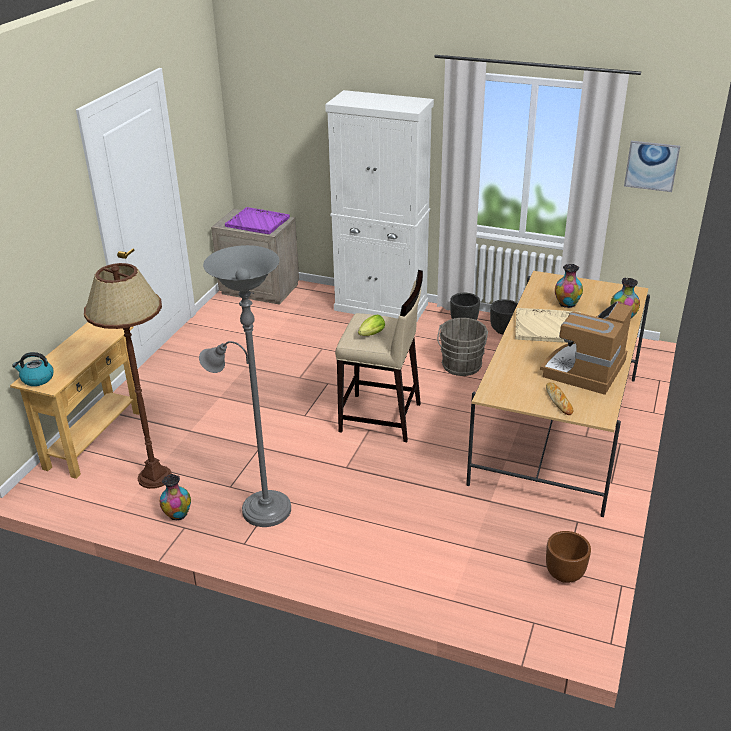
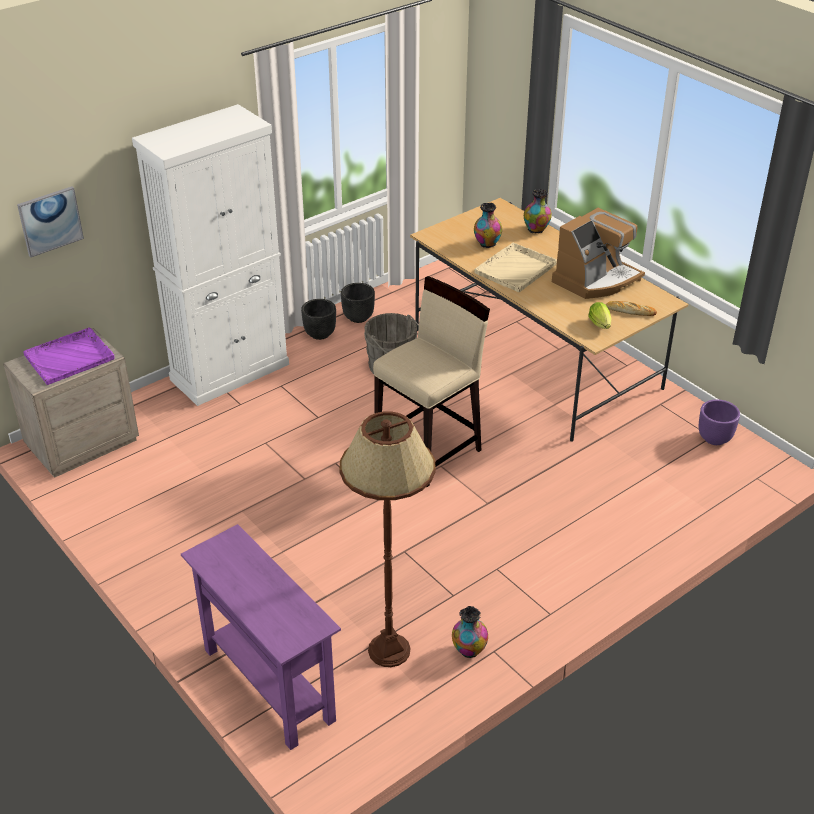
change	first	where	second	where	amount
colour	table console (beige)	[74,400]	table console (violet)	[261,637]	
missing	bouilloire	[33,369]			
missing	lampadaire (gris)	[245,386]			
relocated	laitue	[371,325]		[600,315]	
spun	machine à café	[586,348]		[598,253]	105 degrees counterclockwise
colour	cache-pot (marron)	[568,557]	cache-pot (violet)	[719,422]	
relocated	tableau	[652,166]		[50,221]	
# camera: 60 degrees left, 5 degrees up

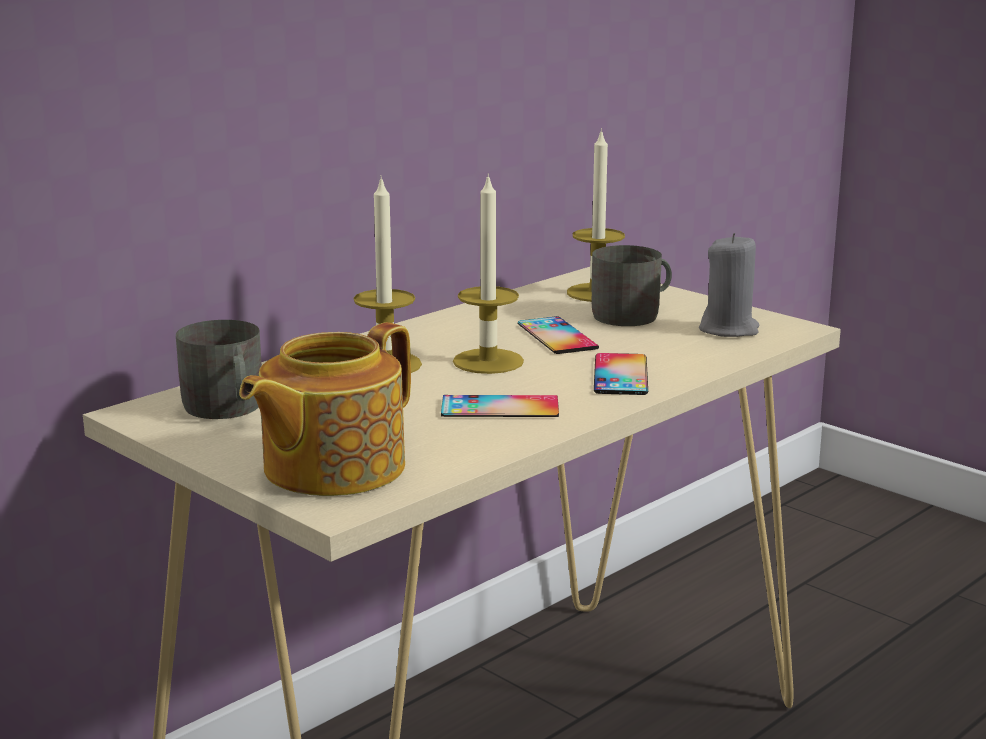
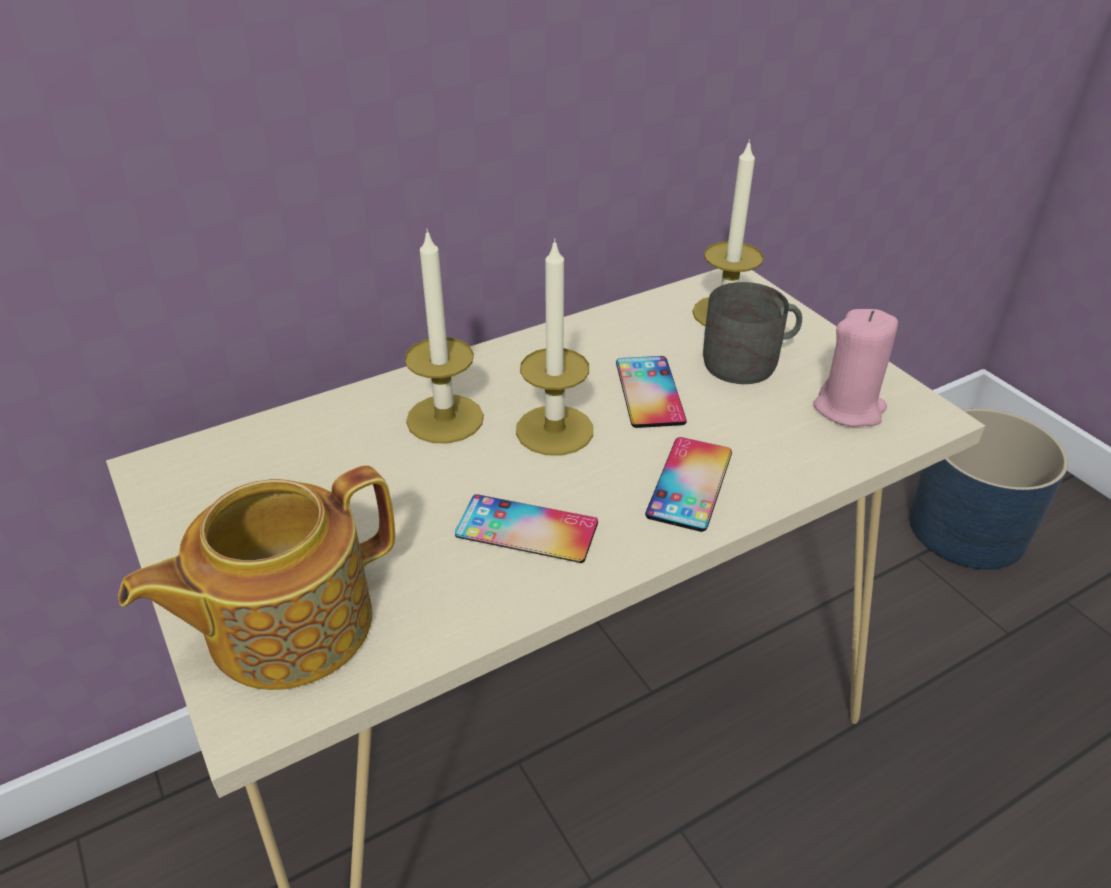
change	first	where	second	where	amount
missing	mug (gris)	[219,369]			
colour	bougie (gris)	[729,285]	bougie (rose)	[855,368]	
appeared			cache-pot (bleu)	[988,488]	
# camera: 15 degrees right, 20 degrees up

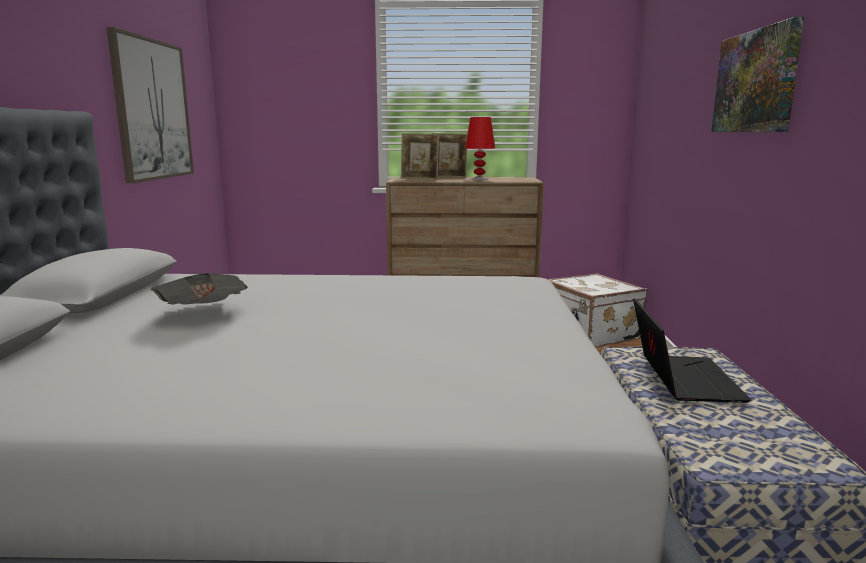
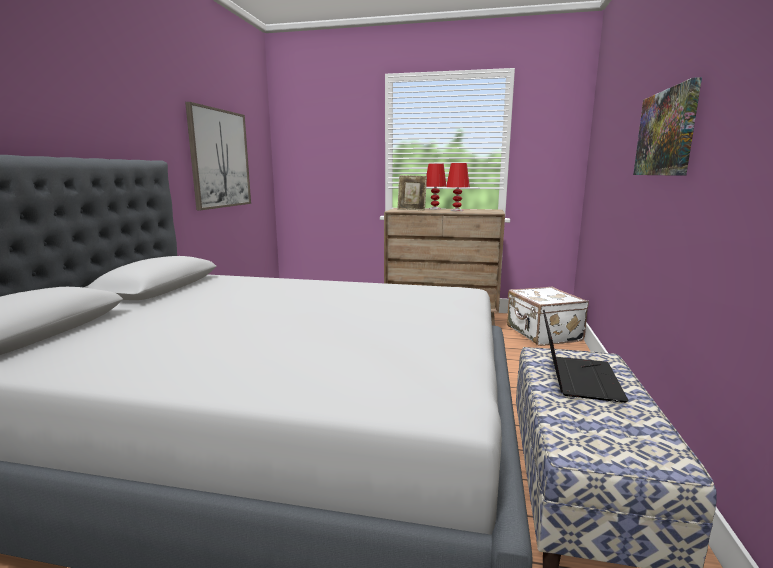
change	first	where	second	where	amount
missing	journal	[199,289]			
exchanged	cadre photo	[449,155]	lampe de table (rouge)	[436,186]	
# camera: 10 degrees right, 0 degrees up

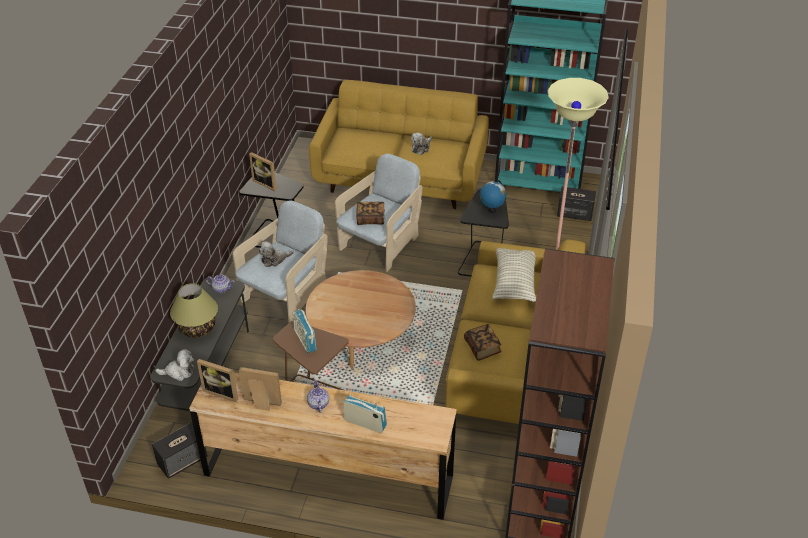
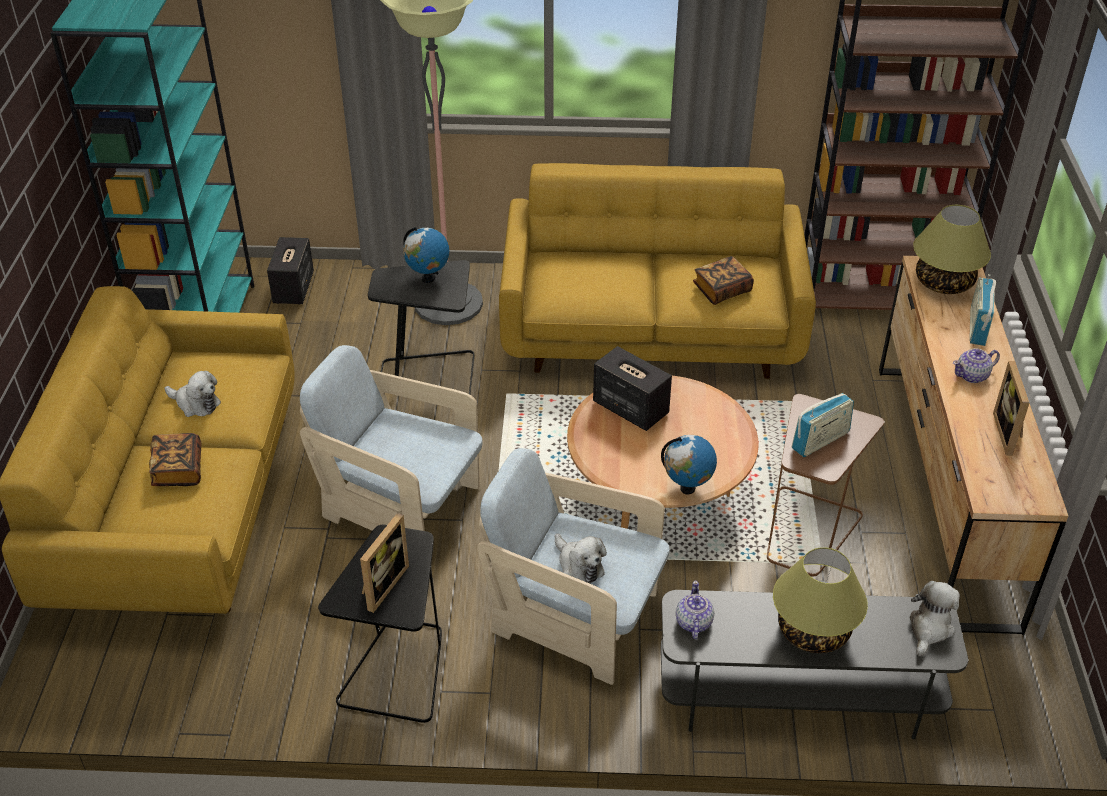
change	first	where	second	where	amount
relocated	enceinte	[179,450]		[632,388]	
spun	peluche	[174,365]		[935,618]	45 degrees clockwise
missing	cadre photo	[217,380]			
relocated	livre	[370,213]		[175,459]	
missing	coussin	[514,275]			
appeared			globe	[689,465]	
appeared			lampe de table	[952,249]	
# camera: 100 degrees left, 0 degrees up

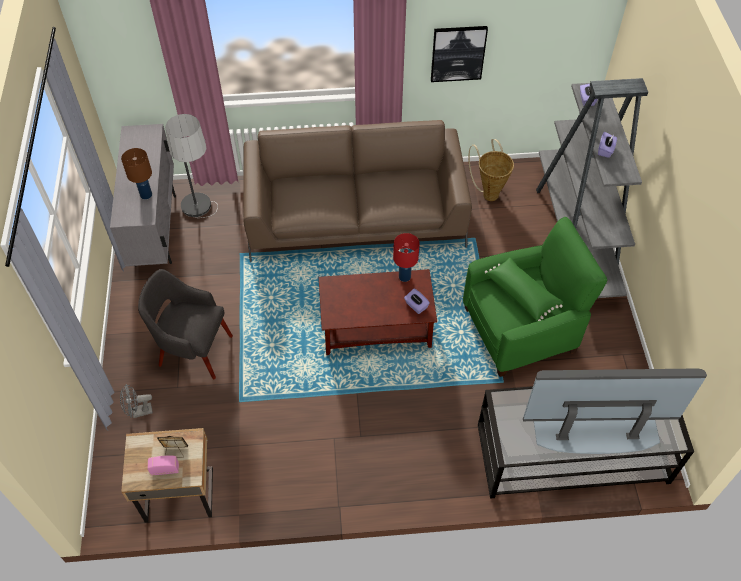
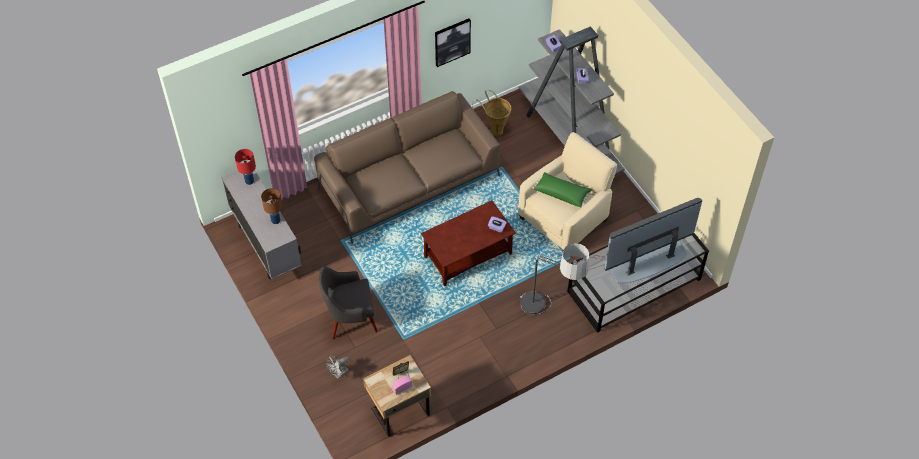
change	first	where	second	where	amount
relocated	lampadaire	[191,166]		[554,278]	
relocated	lampe de table (rouge)	[406,257]		[245,167]	
colour	fauteuil (vert)	[535,297]	fauteuil (beige)	[567,191]	
# camera: 25 degrees left, 0 degrees up

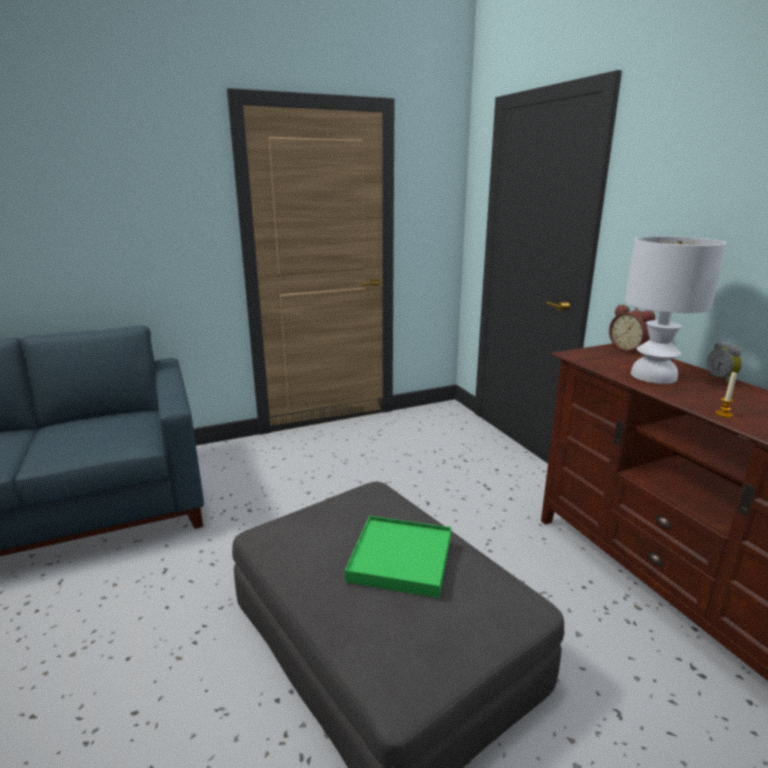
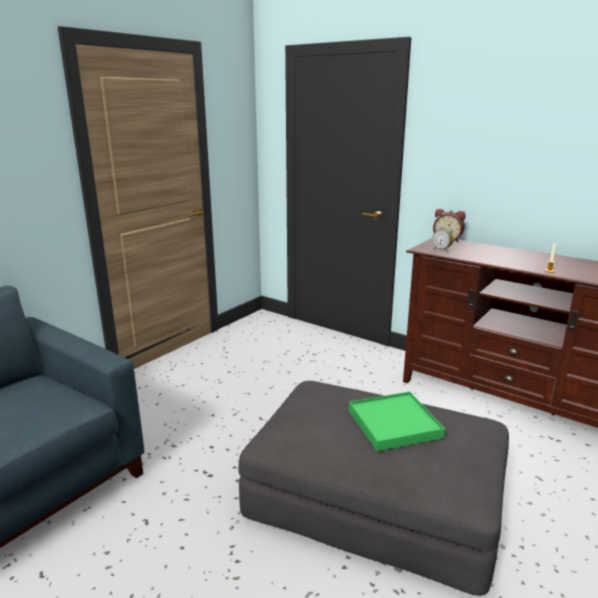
change	first	where	second	where	amount
missing	lampe de table (blanc)	[675,310]			
relocated	réveil	[724,362]		[443,239]	
# camera: 30 degrees left, 0 degrees up

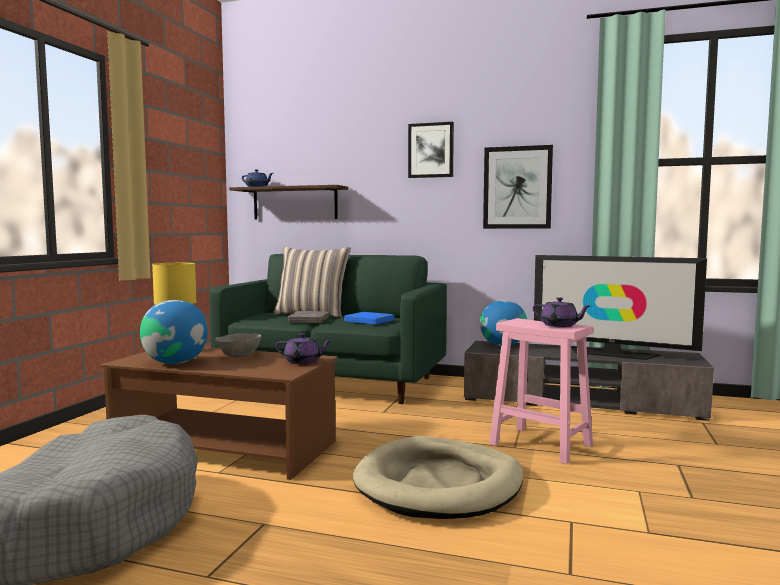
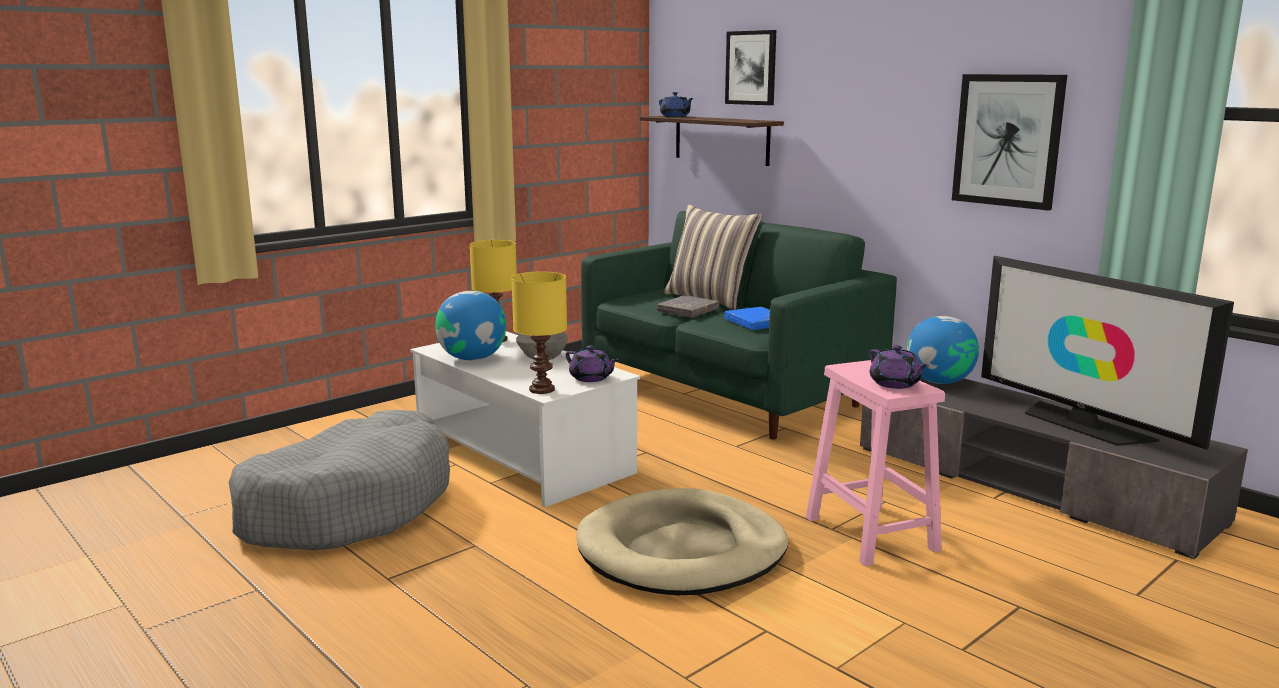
change	first	where	second	where	amount
colour	table basse (marron)	[219,413]	table basse (blanc)	[525,419]	
relocated	tableau	[431,150]		[750,67]	
appeared			lampe de table (jaune)	[539,333]	
# camera: 30 degrees right, 10 degrees up

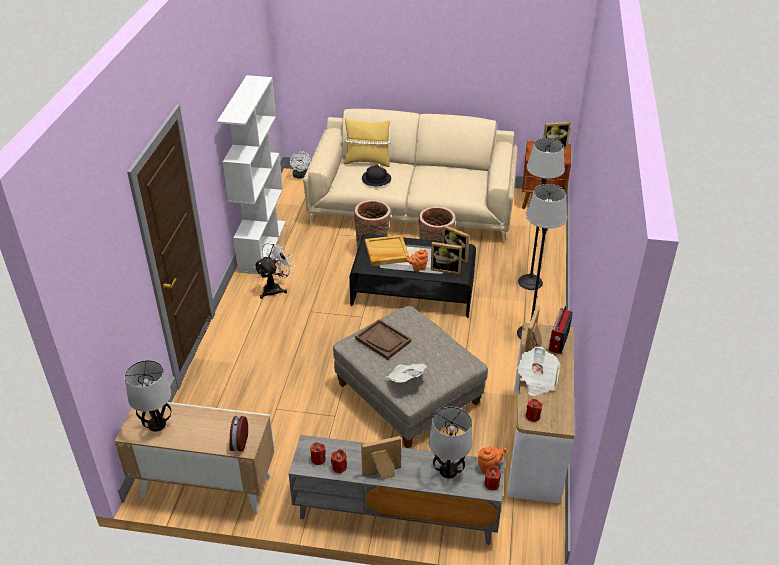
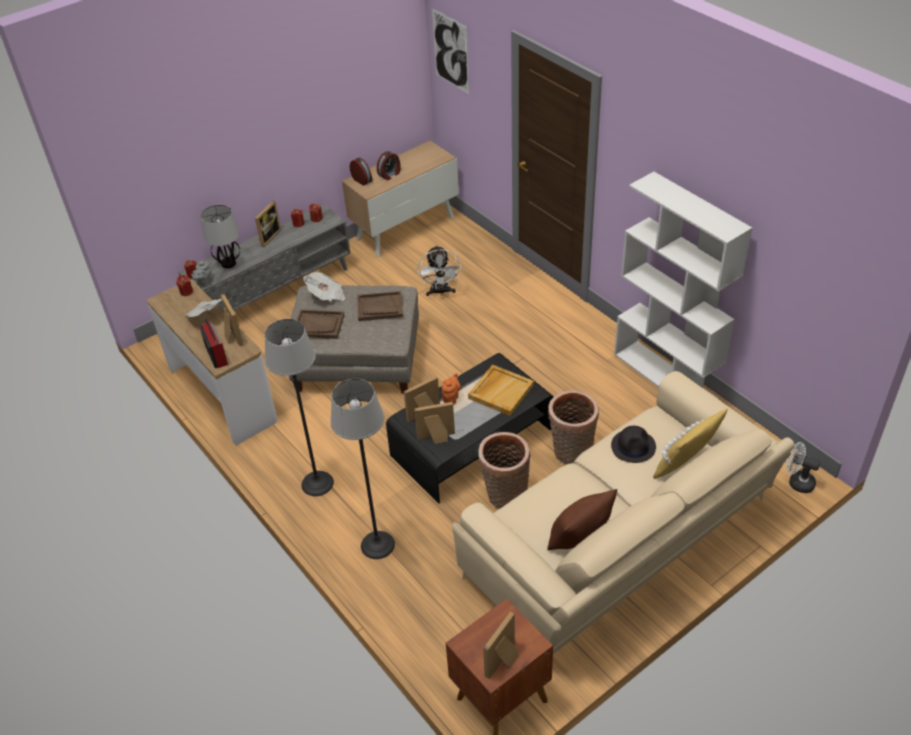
change	first	where	second	where	amount
missing	lampe de table	[148,396]			
relocated	ventilateur (blanc)	[275,270]		[439,270]	
colour	théière (orange)	[492,460]	théière (gris)	[201,273]	
appeared			plateau (marron)	[320,324]	
appeared			réveil	[389,165]	
appeared			tableau	[450,51]	
appeared			coussin (marron)	[582,519]	
# camera: 135 degrees right, 5 degrees up

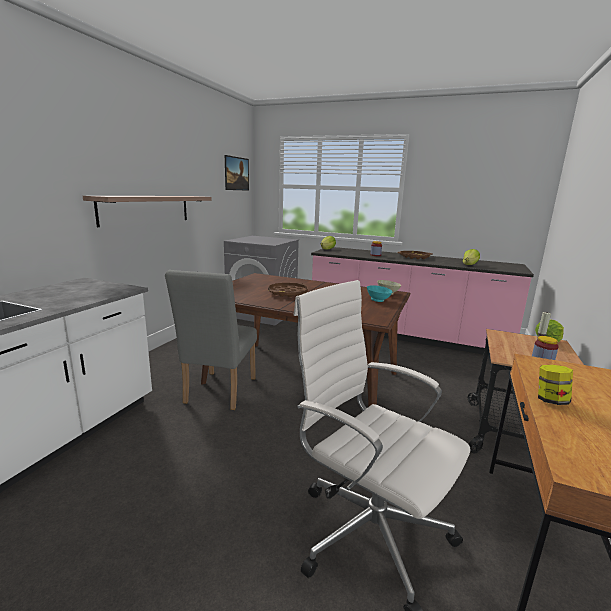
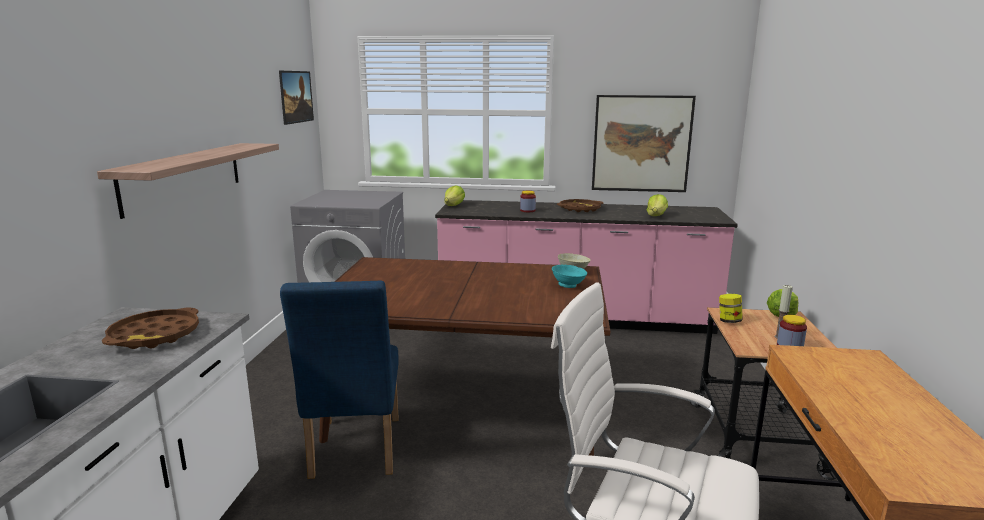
change	first	where	second	where	amount
colour	chaise (gris)	[211,340]	chaise (bleu)	[339,380]	
relocated	plateau (marron)	[288,290]		[150,328]	
relocated	bocal	[555,385]		[731,308]	
appeared			tableau	[644,143]	
# camera: 15 degrees left, 0 degrees up

